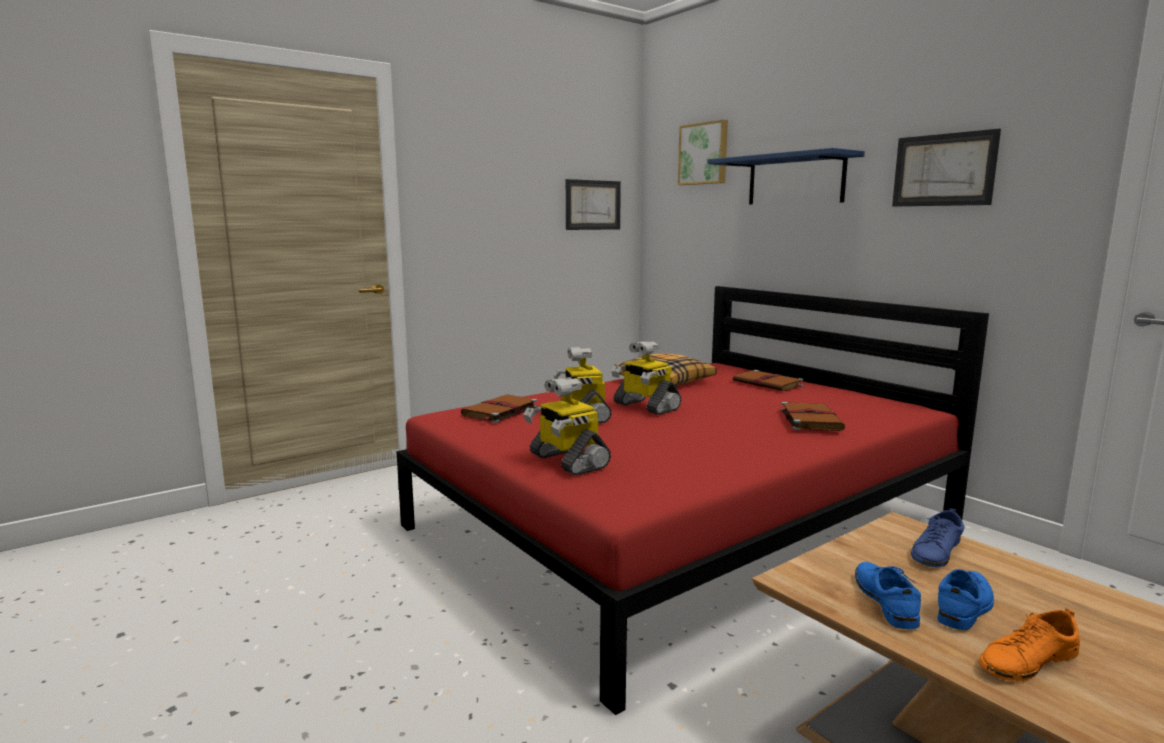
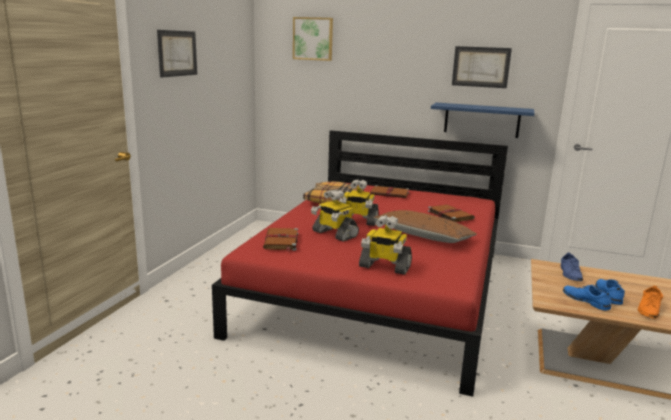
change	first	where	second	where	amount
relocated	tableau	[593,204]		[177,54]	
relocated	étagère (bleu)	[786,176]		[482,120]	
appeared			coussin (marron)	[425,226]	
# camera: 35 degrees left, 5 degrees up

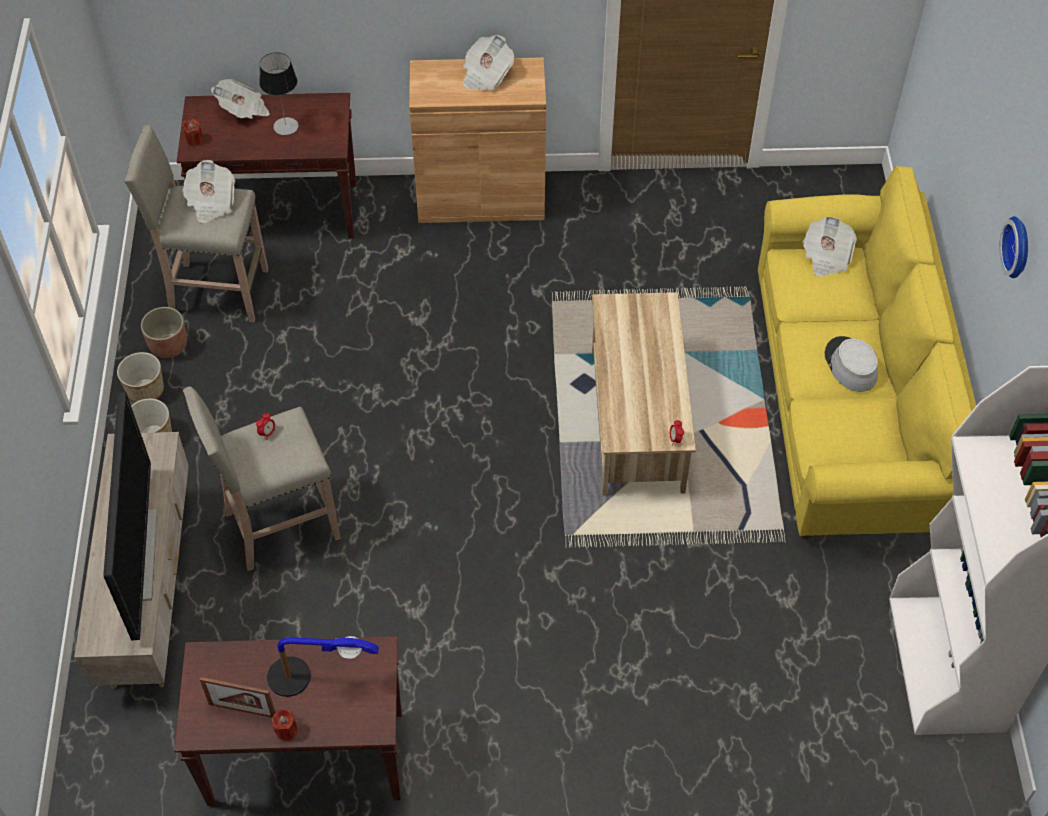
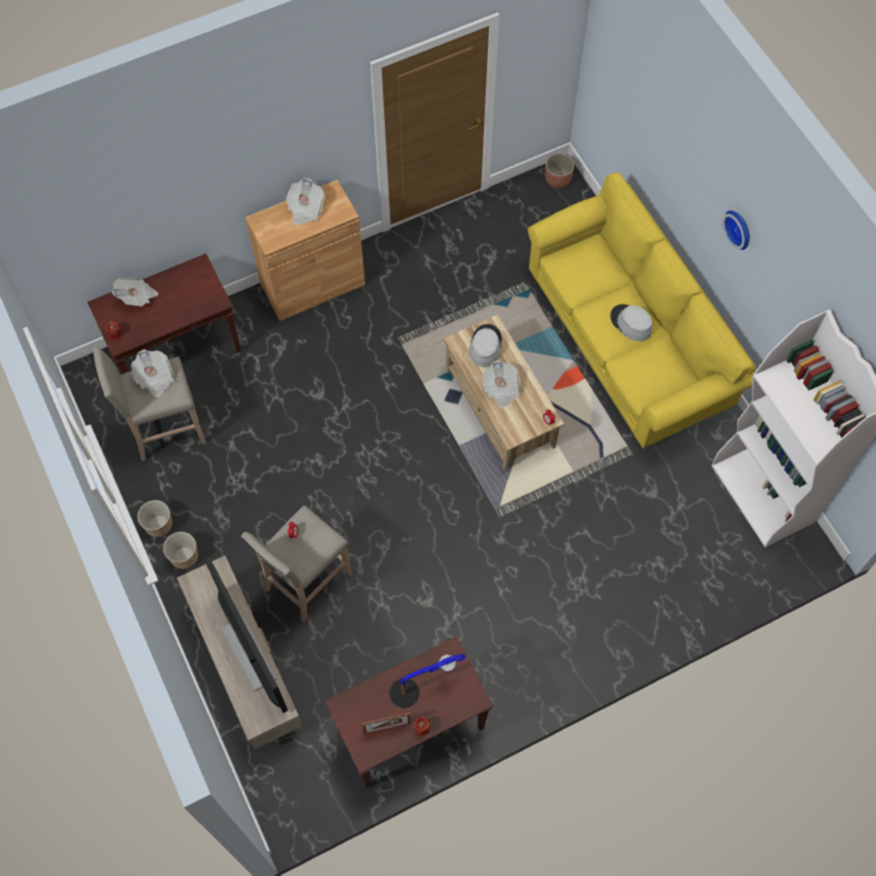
change	first	where	second	where	amount
relocated	cache-pot	[164,332]		[559,170]	
missing	lampe de table	[278,93]			
relocated	journal	[830,247]		[502,384]	
appeared			chapeau (gris)	[485,345]	
# camera: 25 degrees left, 10 degrees up

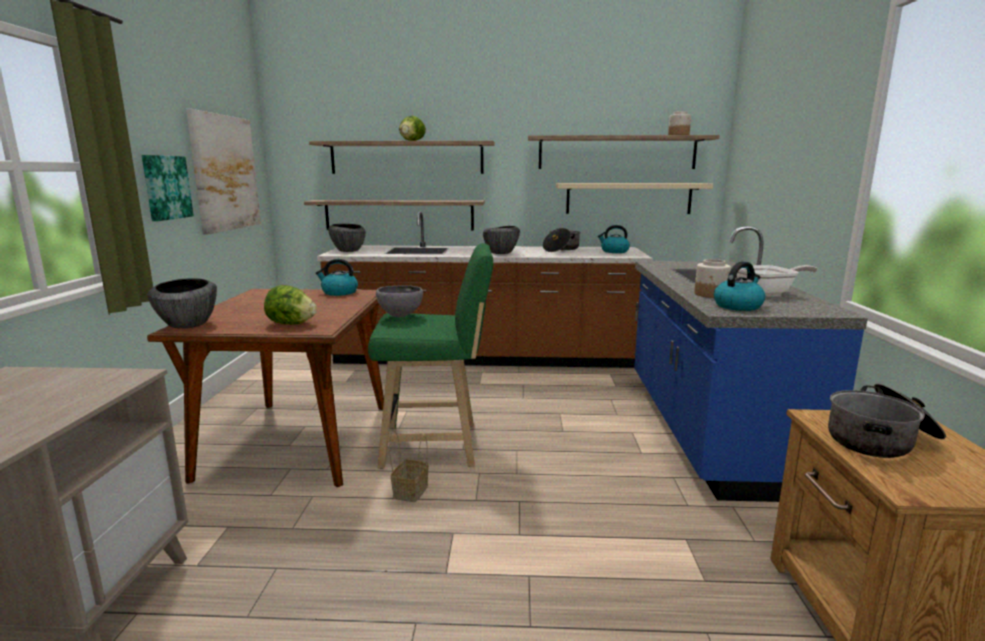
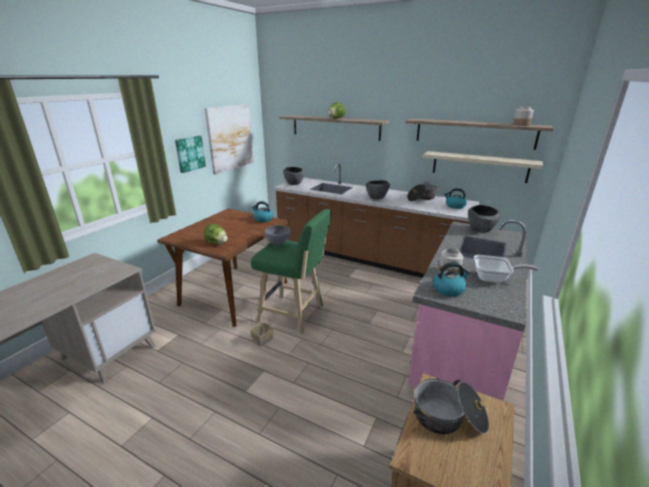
change	first	where	second	where	amount
relocated	bol	[182,303]		[484,218]	
missing	étagère	[394,215]			
colour	comptoir de cuisine (bleu)	[751,364]	comptoir de cuisine (rose)	[468,310]	
# camera: 25 degrees right, 10 degrees up

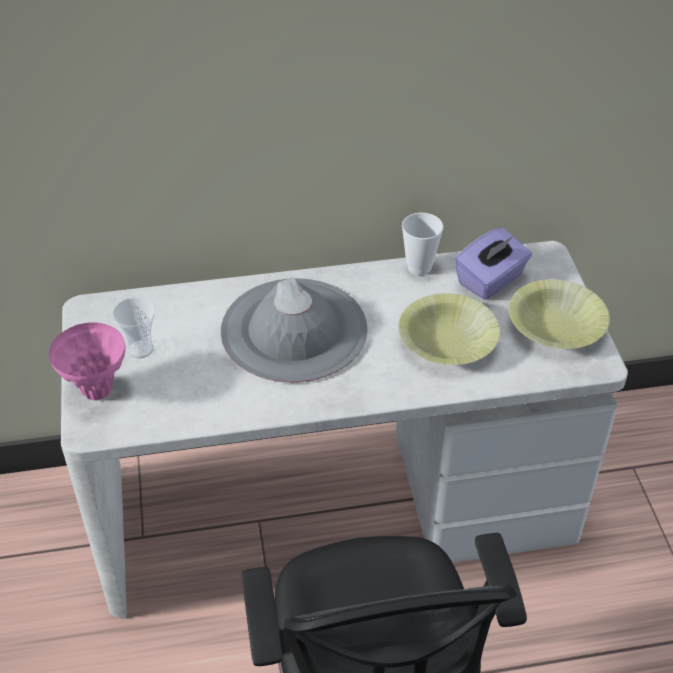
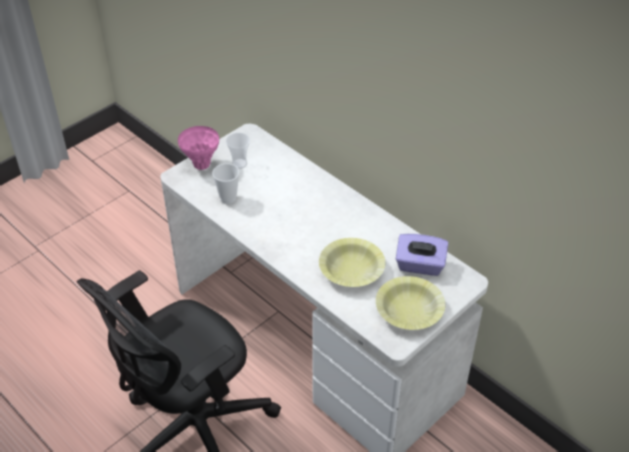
change	first	where	second	where	amount
missing	chapeau (gris)	[294,330]			
relocated	tasse	[423,243]		[225,183]	
# camera: 55 degrees right, 0 degrees up

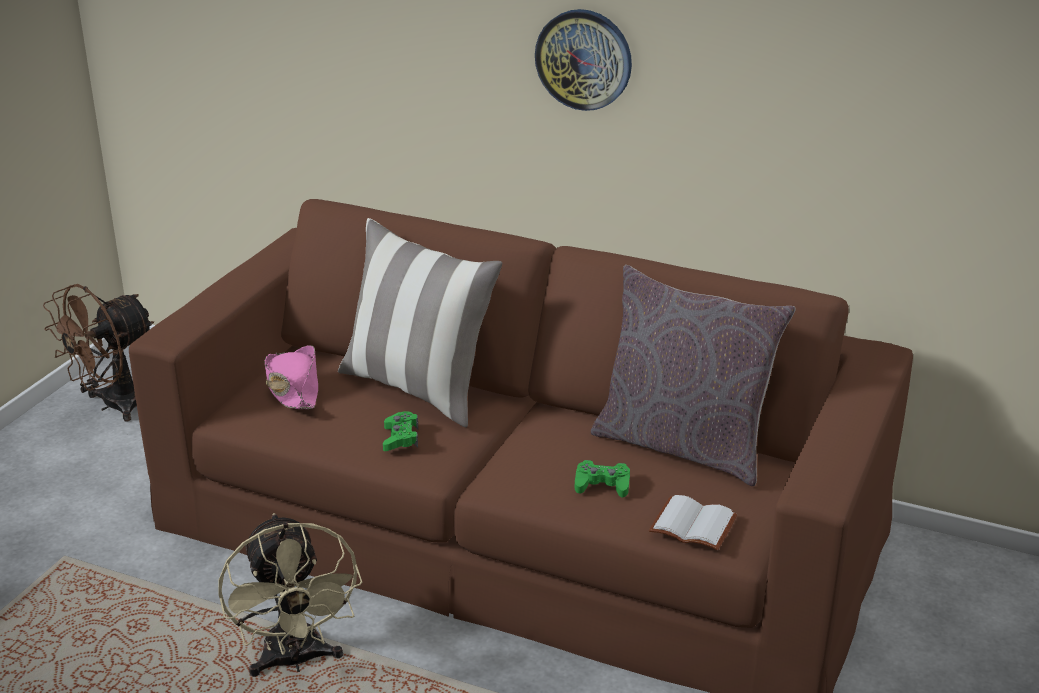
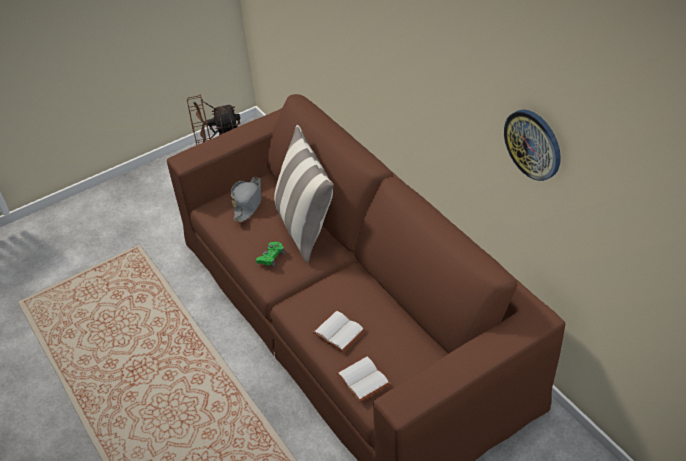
change	first	where	second	where	amount
missing	ventilateur (beige)	[290,595]			
colour	chapeau (rose)	[291,377]	chapeau (gris)	[246,199]	
relocated	horloge murale	[583,60]		[532,145]	
exchanged	manette (vert)	[602,478]	livre (blanc)	[339,331]	
missing	coussin (gris)	[693,375]			
# camera: 35 degrees right, 15 degrees up

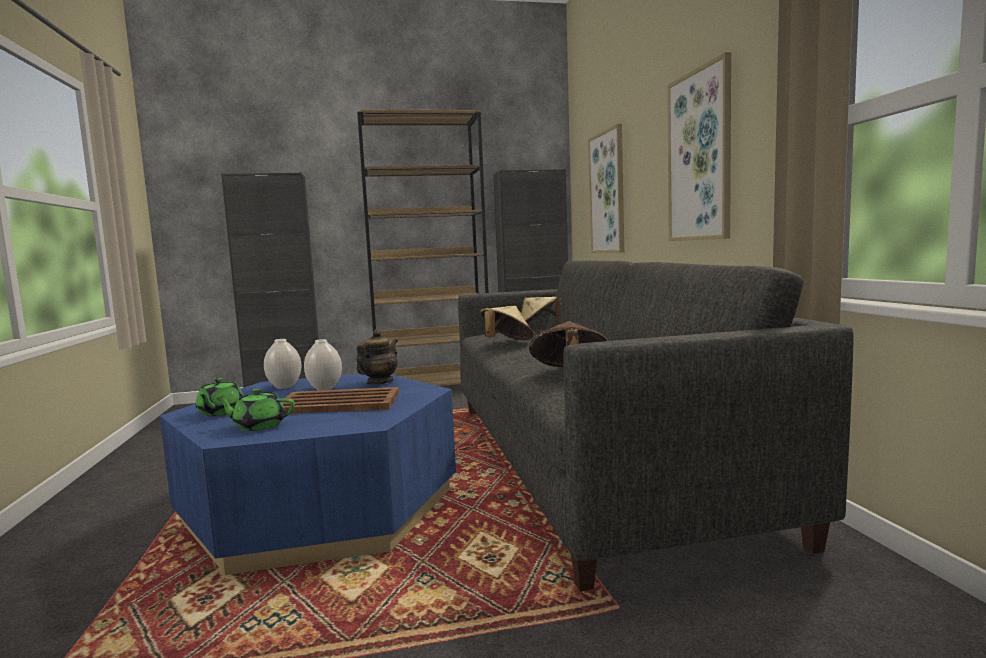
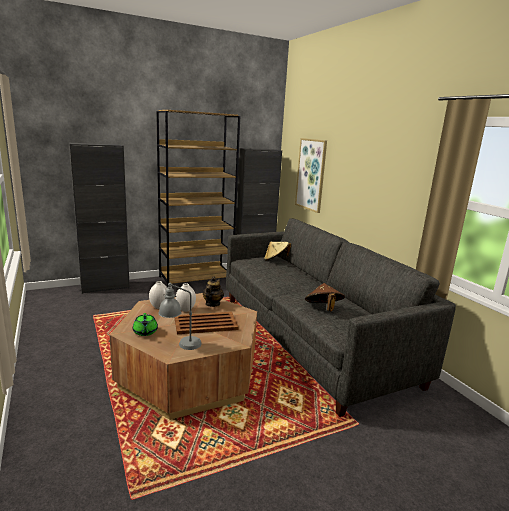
change	first	where	second	where	amount
colour	table basse (bleu)	[308,474]	table basse (marron)	[183,356]	
exchanged	théière (vert)	[255,409]	lampe de table (gris)	[180,316]	
missing	chapeau (beige)	[507,323]			
missing	tableau	[699,146]			
# camera: 15 degrees left, 10 degrees up

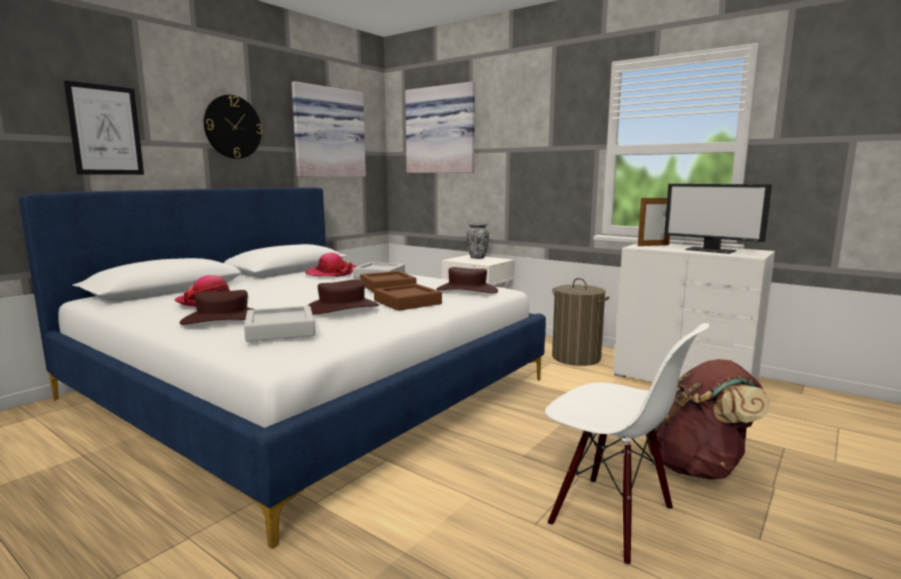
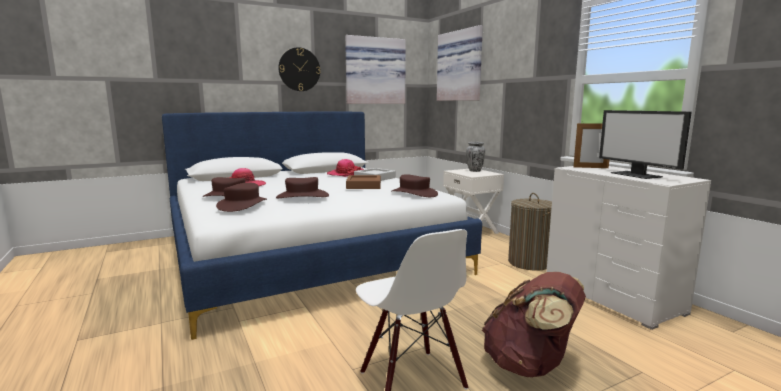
change	first	where	second	where	amount
missing	tableau	[104,127]			
exchanged	plateau (gris)	[279,324]	chapeau (marron)	[241,197]	
missing	plateau (marron)	[408,297]			
# camera: 25 degrees right, 0 degrees up

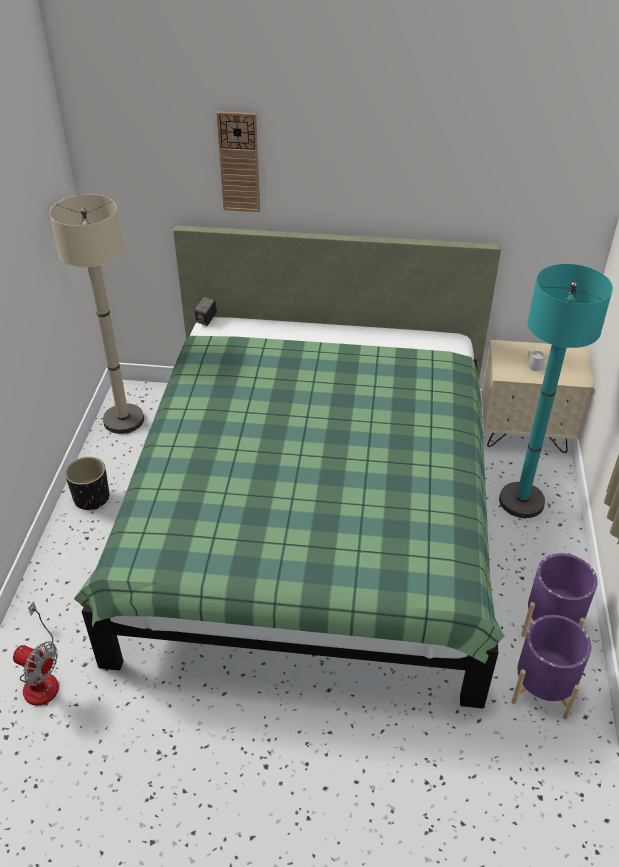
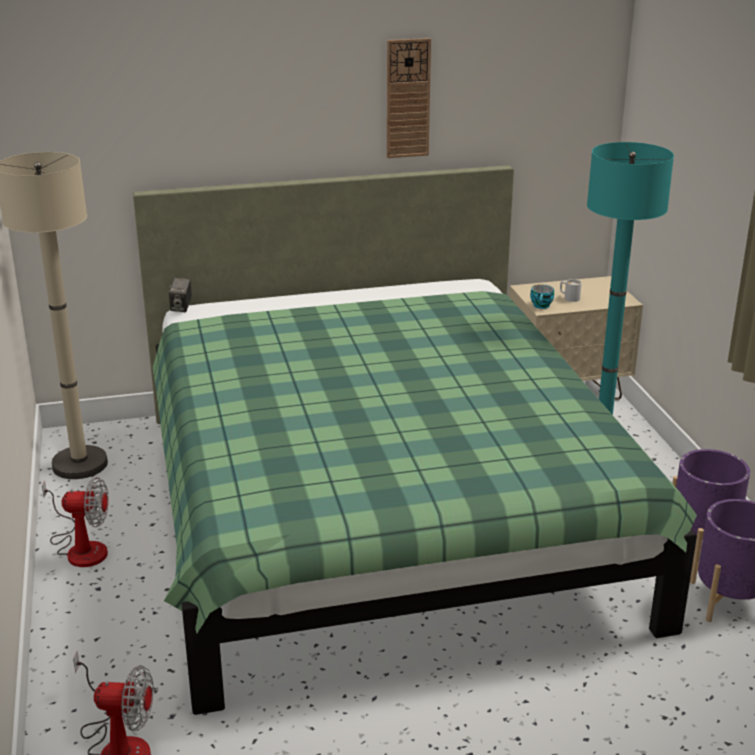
change	first	where	second	where	amount
exchanged	cache-pot (noir)	[87,483]	ventilateur	[75,522]	
relocated	horloge murale	[238,161]		[409,98]	
appeared			tasse	[542,296]	
# camera: 20 degrees left, 15 degrees down

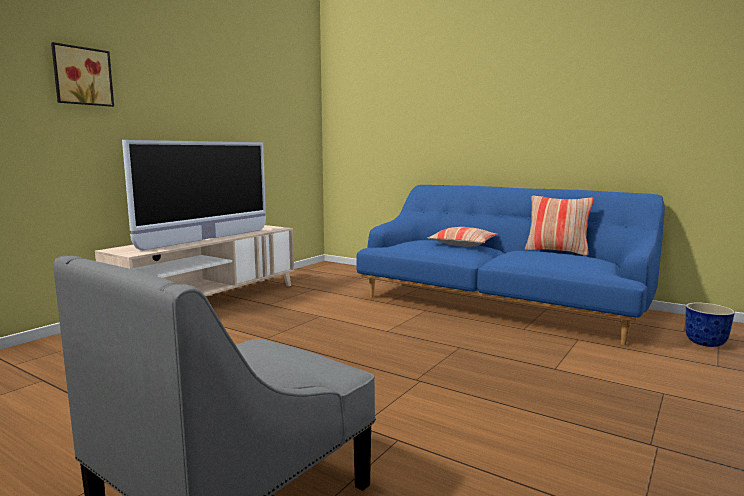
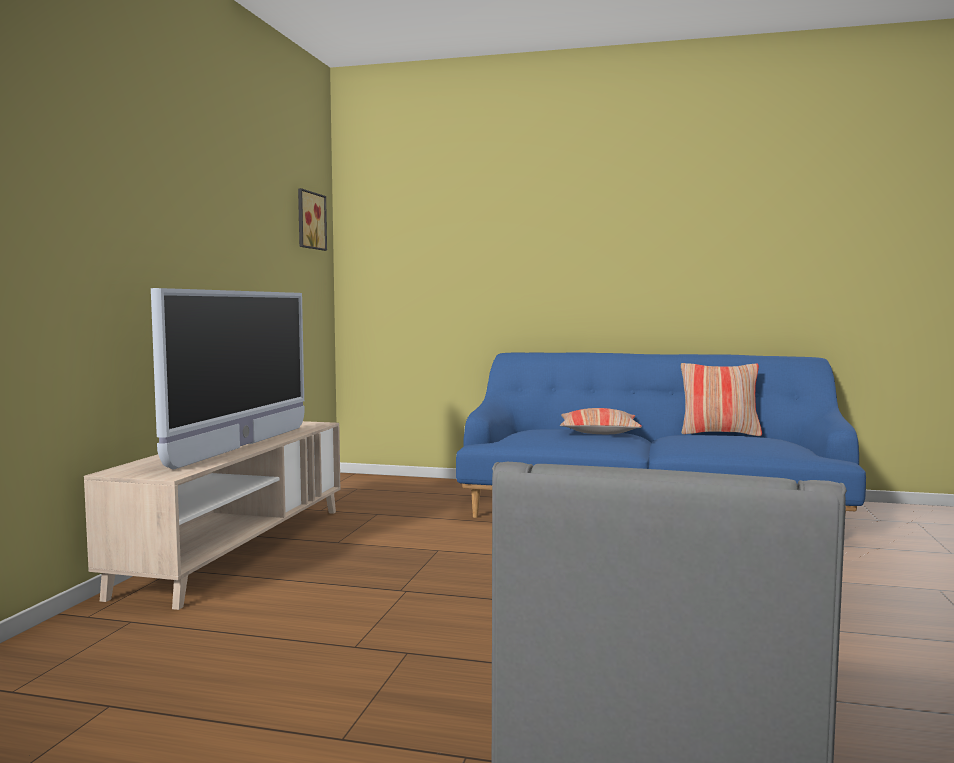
change	first	where	second	where	amount
relocated	tableau	[82,74]		[312,219]	
missing	cache-pot	[710,324]			
# camera: 20 degrees left, 5 degrees down

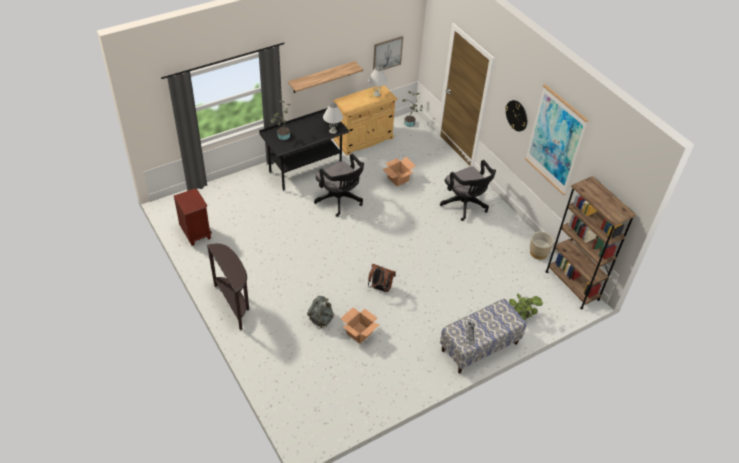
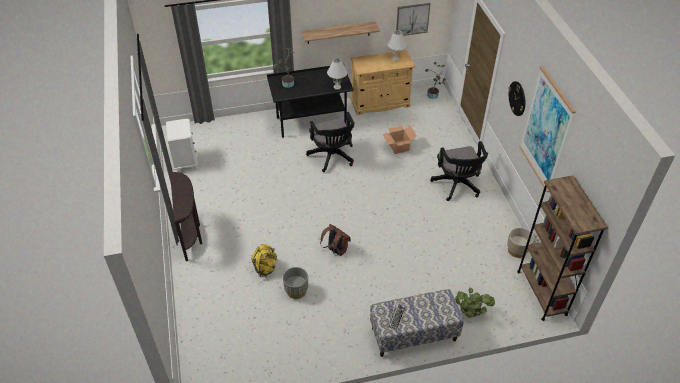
change	first	where	second	where	amount
colour	table de chevet (marron)	[193,217]	table de chevet (blanc)	[182,146]	
colour	sac à dos (gris)	[320,312]	sac à dos (jaune)	[264,260]	
exchanged	carton	[360,325]	cache-pot (gris)	[295,283]	
# camera: 20 degrees right, 0 degrees up

